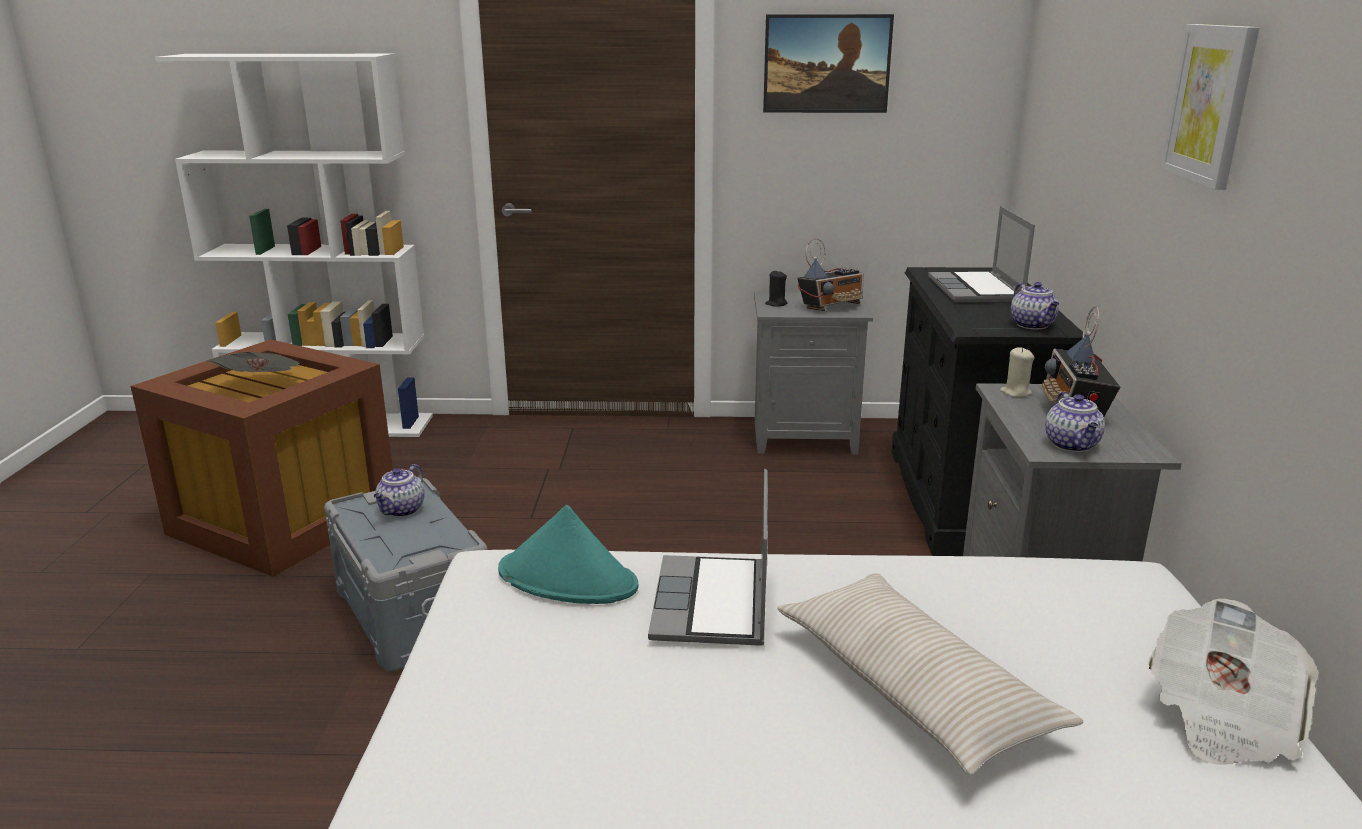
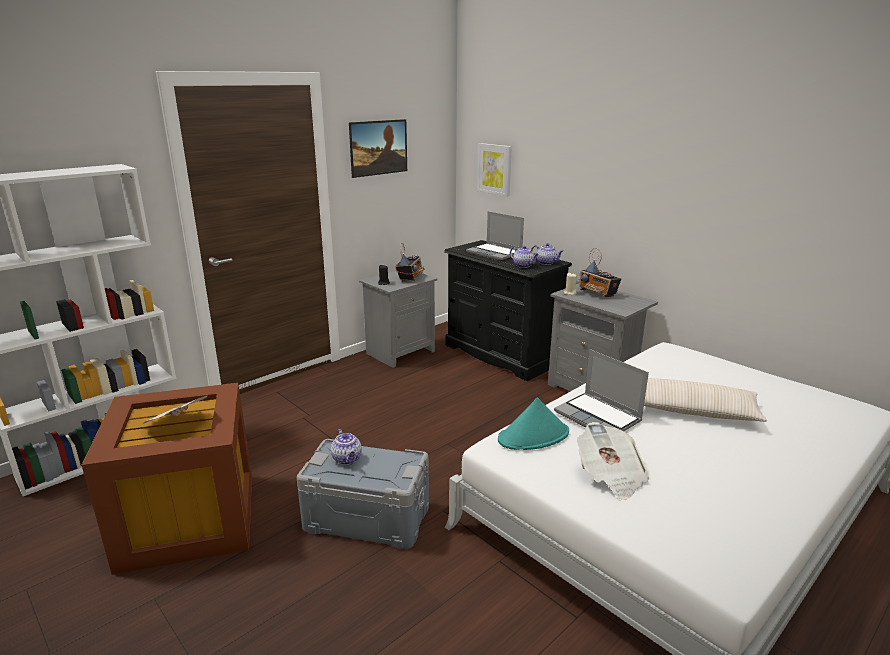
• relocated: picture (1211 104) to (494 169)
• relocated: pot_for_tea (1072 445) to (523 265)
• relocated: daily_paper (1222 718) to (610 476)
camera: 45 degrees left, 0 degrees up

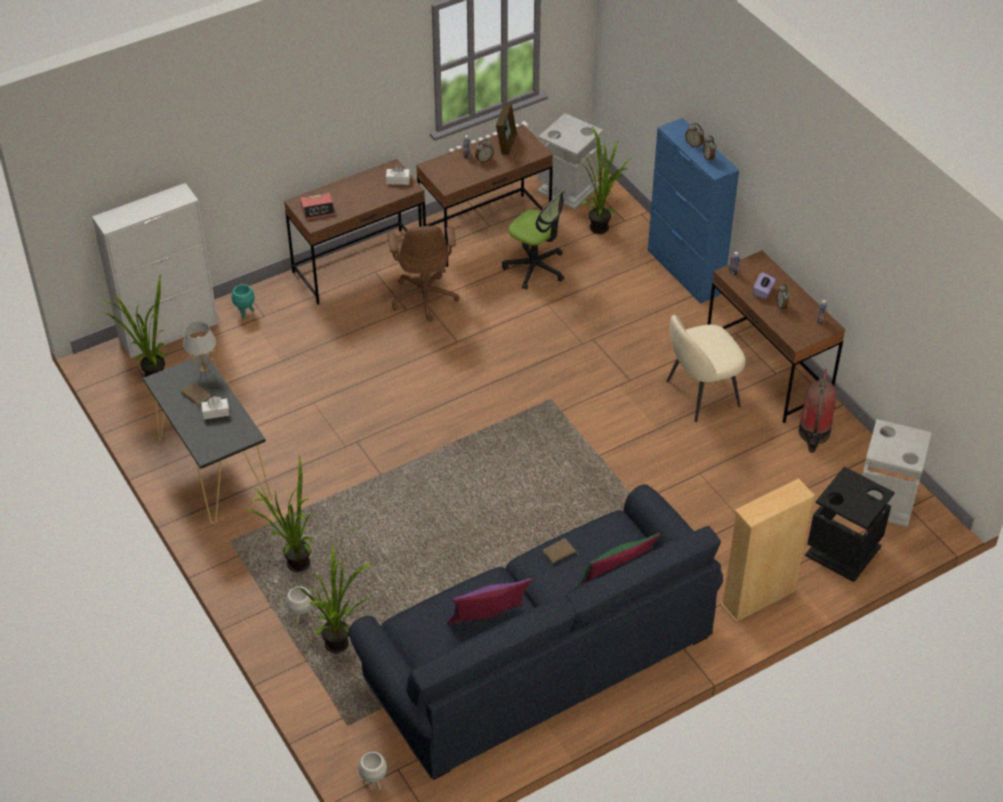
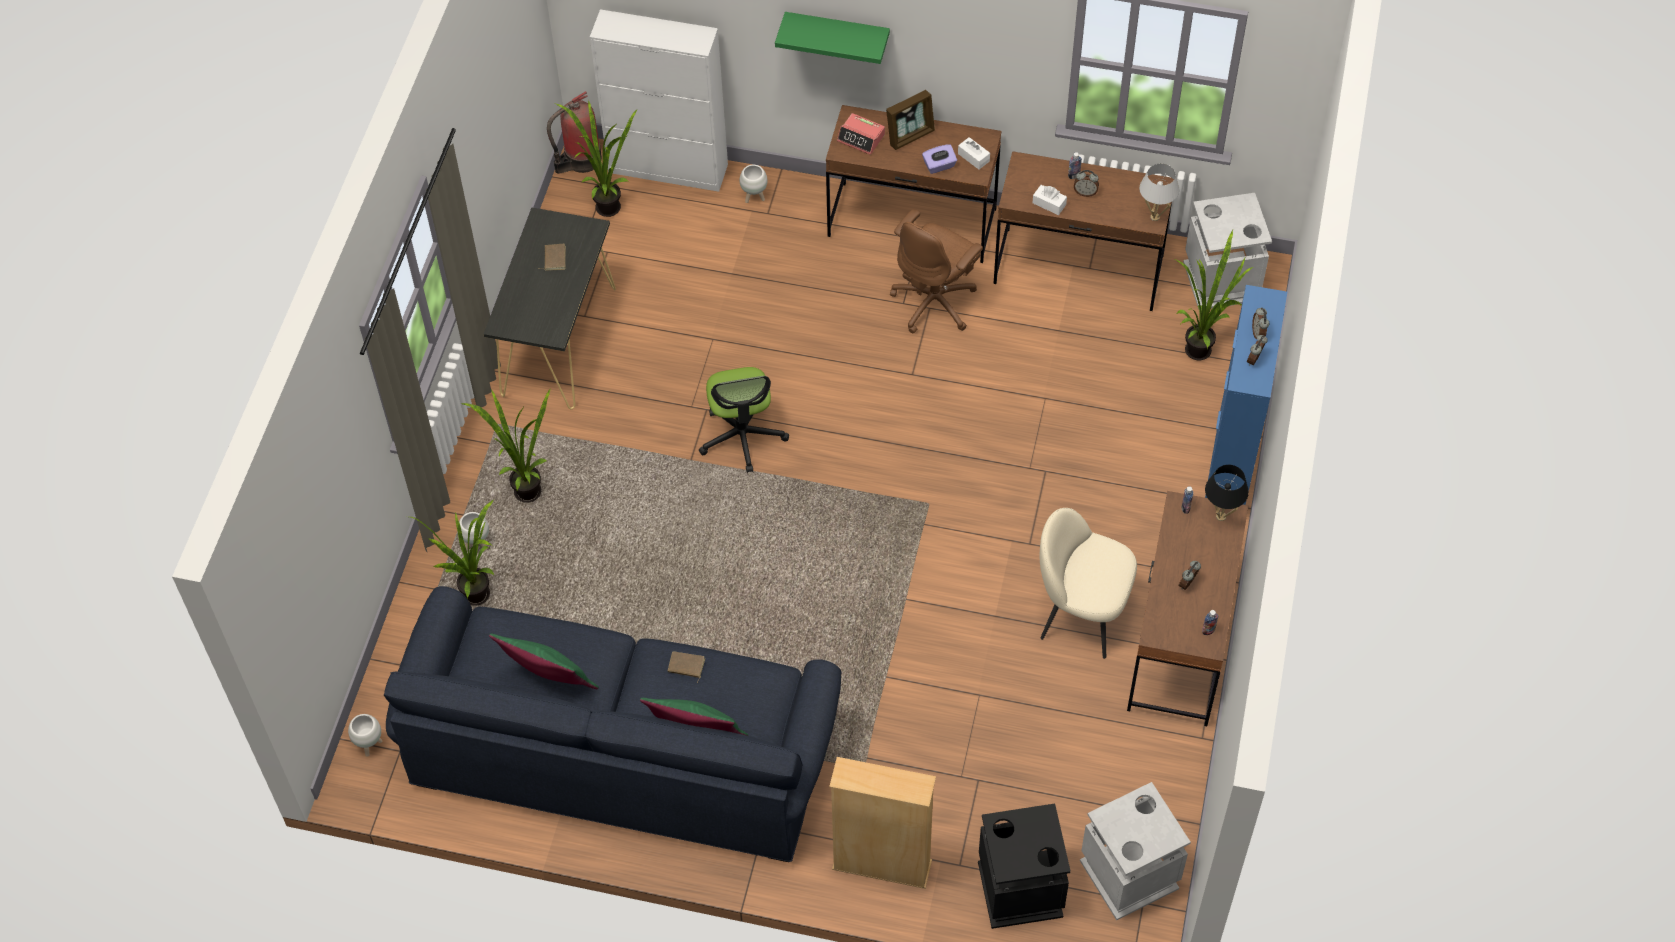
• colour: purple-coloured_throw_pillow (489 624) to green-coloured_throw_pillow (549 683)
• relocated: extinguisher (813 434) to (580 160)
• relocated: office_chair (535 268) to (742 436)
• colour: turquoise_flower_pot (245 312) to whitish_flower_pot (754 197)
• appeared: green-coloured_wall_shelf (837 33)
• relocated: standing_frame (506 143) to (910 136)
• relocated: purple-coloured_box_of_tissues (763 291) to (939 166)
• relocated: whitish_box_of_tissues (216 412) to (1049 204)
• relocated: whitish_tabletop_lamp (204 369) to (1155 217)
• appeared: blackish_tabletop_lamp (1221 516)
camera: 45 degrees right, 10 degrees up

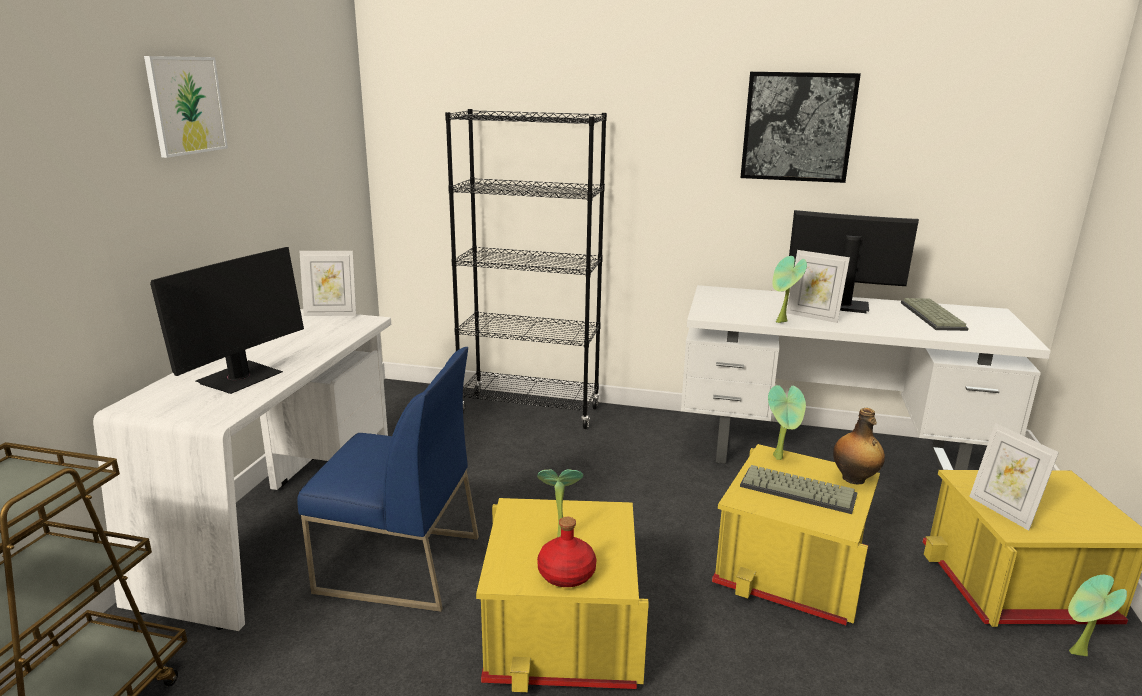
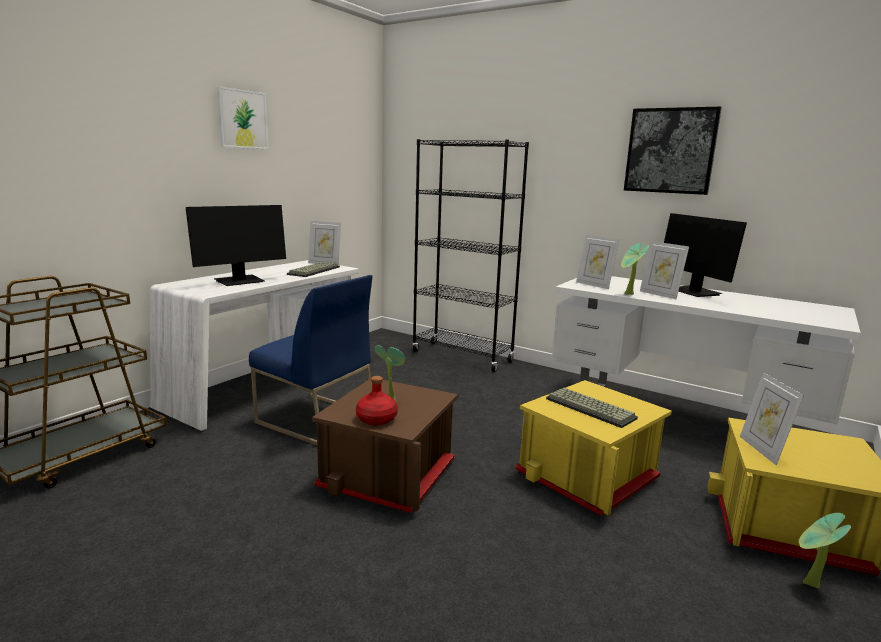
• relocated: computer_keyboard (934 316) to (314 271)
• colour: yellowish_storage_bin (563 631) to brown_storage_bin (390 473)
• appeared: standing_frame (594 285)
• spun: monitor (842 305) = (694 292) 150 degrees counterclockwise
• missing: plant_in_a_pot (780 457)
• missing: beverage_bottle (854 479)
camera: 20 degrees right, 5 degrees down

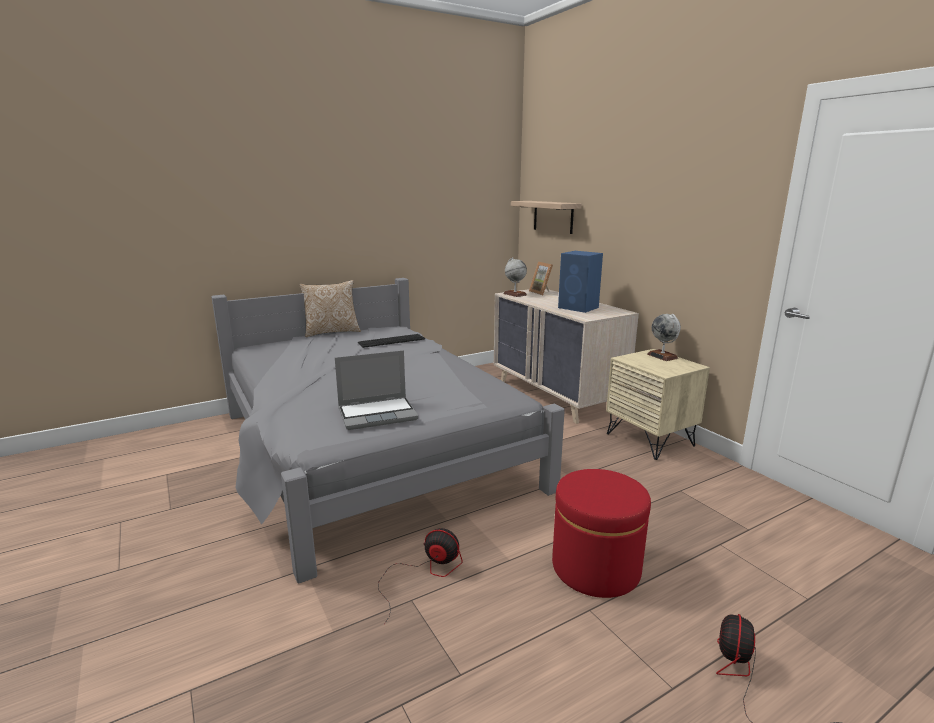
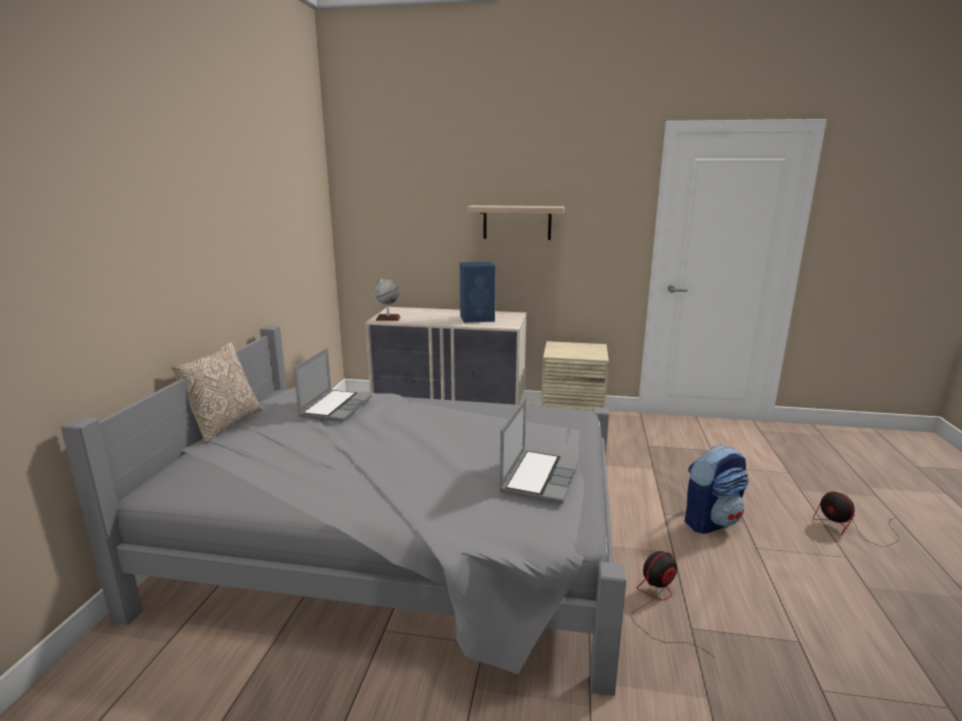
• exchanged: computer_keyboard (391 341) to portable_computer (335 407)
• relocated: wall_shelf (553 216) to (517 222)
• exchanged: reddish_ottoman (595 567) to backpack (711 521)
• missing: standing_frame (542 292)
• missing: globe (662 356)
camera: 50 degrees left, 0 degrees up

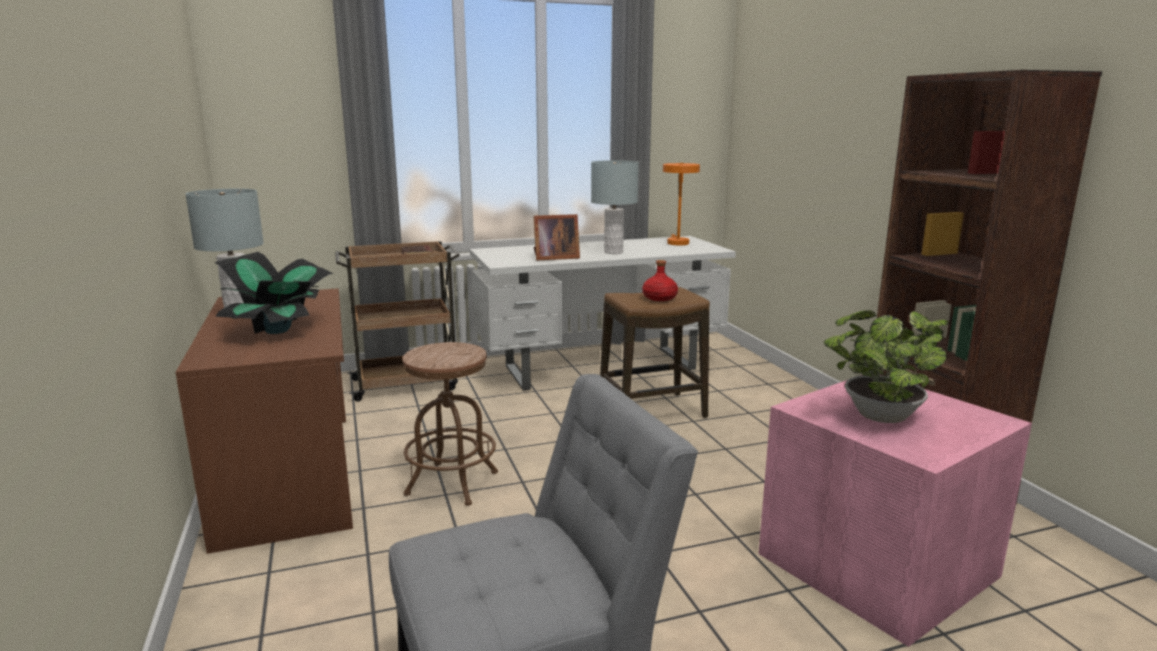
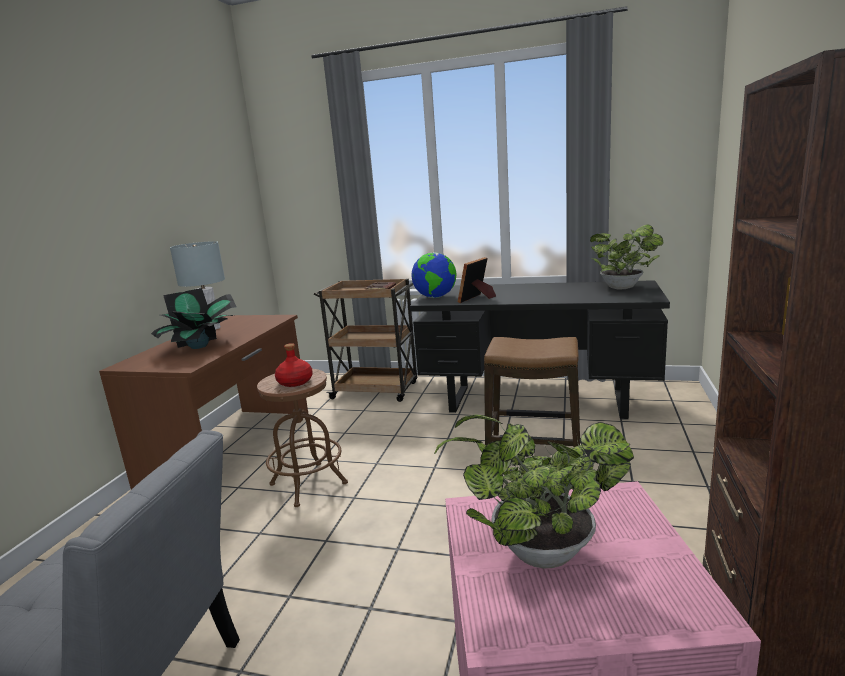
• relocated: reddish_beverage_bottle (660 298) to (295 382)
• colour: whitish_desk_table (600 367) to blackish_desk_table (537 401)
• appeared: globe (435 297)
• spun: standing_frame (554 258) = (477 298) 105 degrees clockwise
• exchanged: orangey_tabletop_lamp (677 242) to plant_in_a_pot (624 288)
• missing: gray_tabletop_lamp (614 252)
camera: 35 degrees right, 0 degrees up

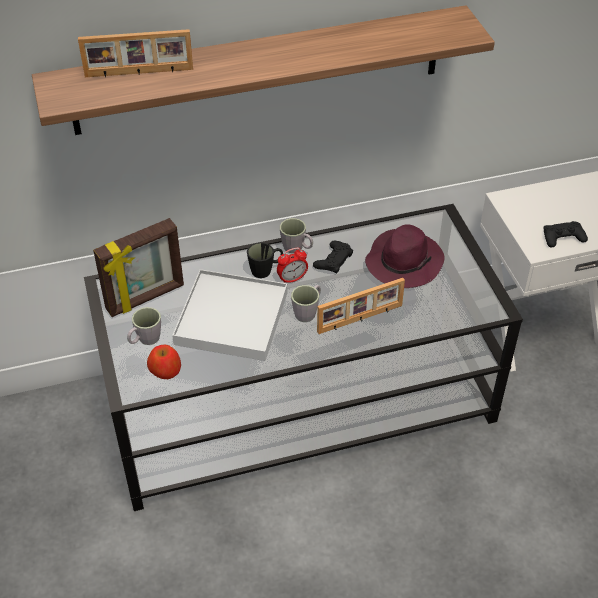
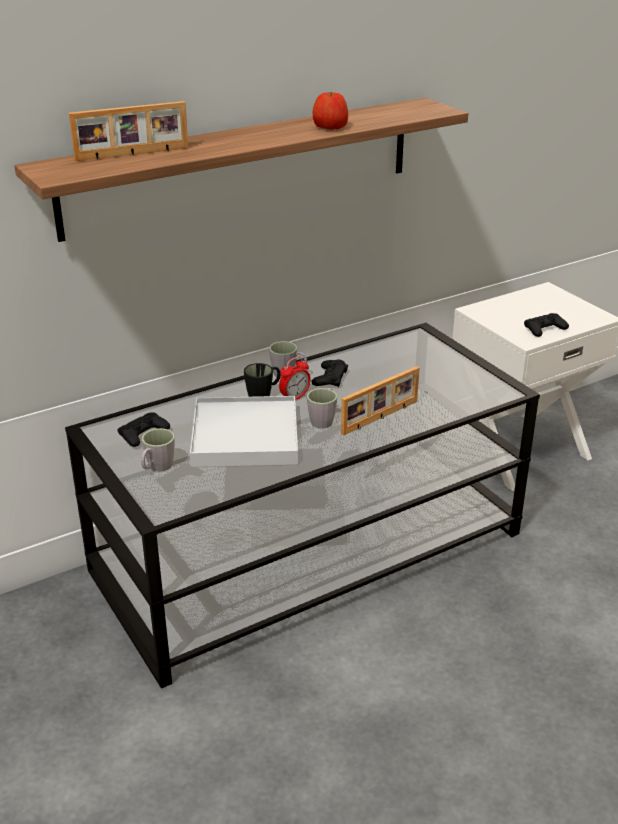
• exchanged: standing_frame (146 298) to blackish_gamepad (143 434)
• relocated: whole_apple (165 370) to (330 127)
• missing: purple-coloured_hat (404 262)
camera: 15 degrees left, 15 degrees down

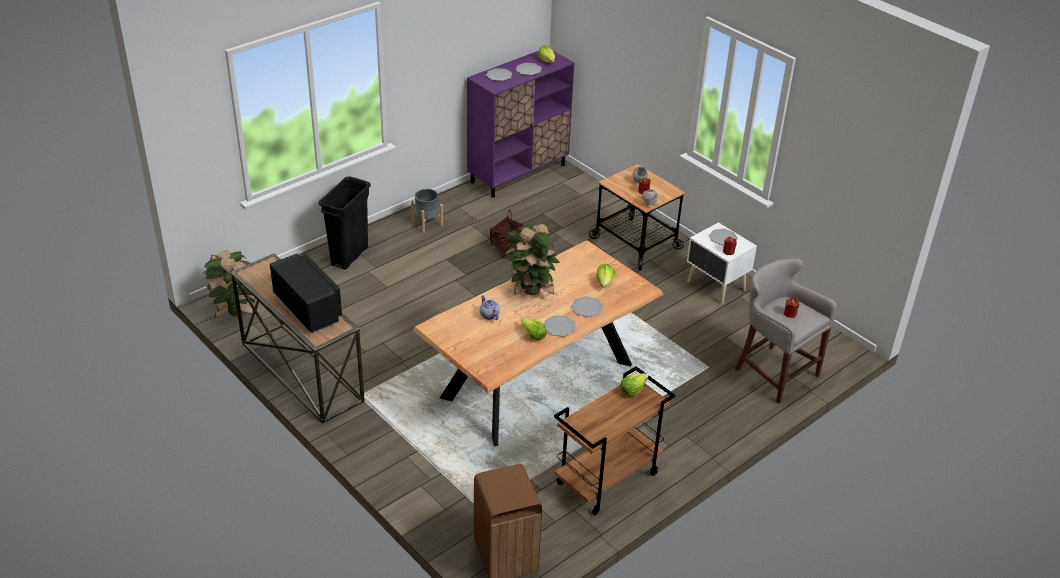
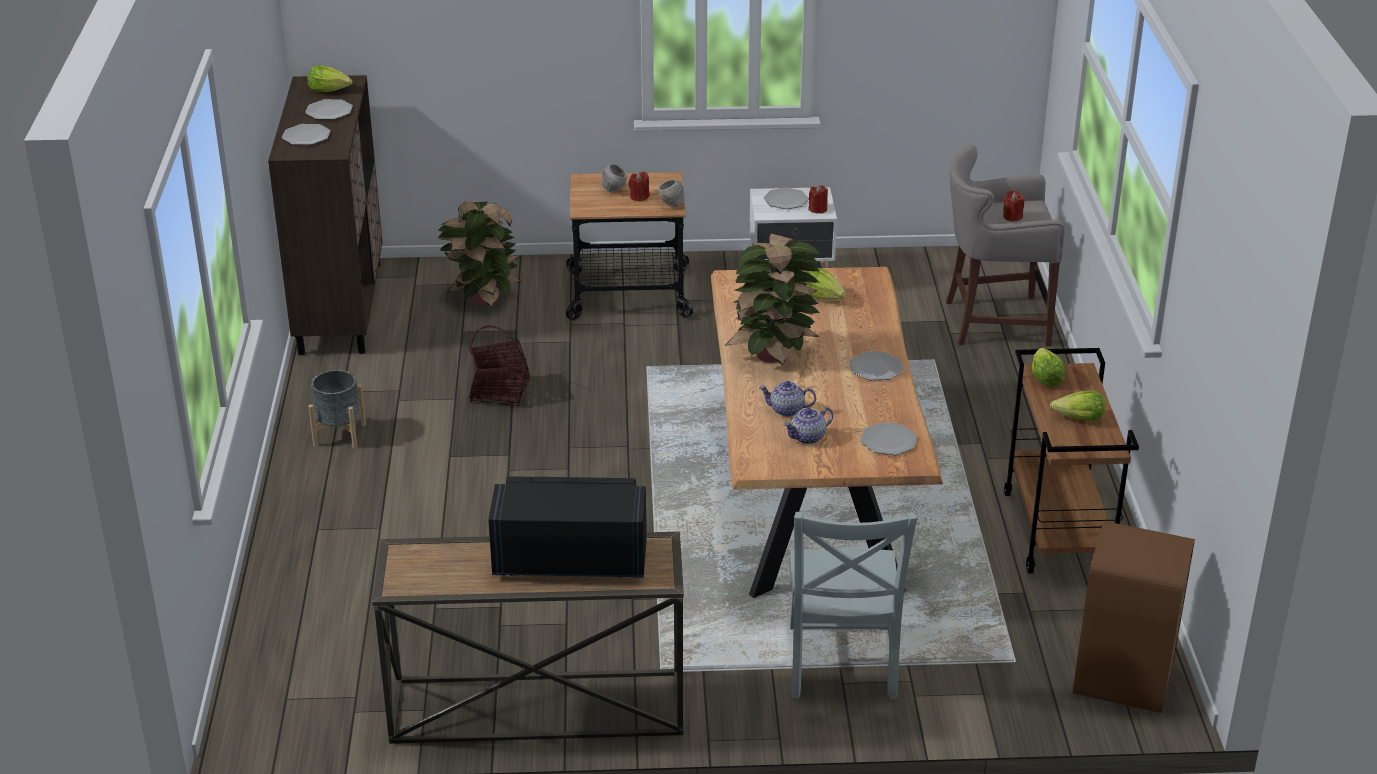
• colour: purple-coloured_storage_cabinet (518 173) to brown_storage_cabinet (340 307)
• relocated: plant_in_a_pot (235 311) to (482 299)
• appeared: pot_for_tea (807 437)
• appeared: gray_upright_chair (840 666)
• relocated: flat_dish (587 307) to (888 441)
• relocated: head_of_lettuce (532 335) to (1079 418)
• missing: blackish_waste_bin (349 256)
camera: 50 degrees left, 5 degrees down

